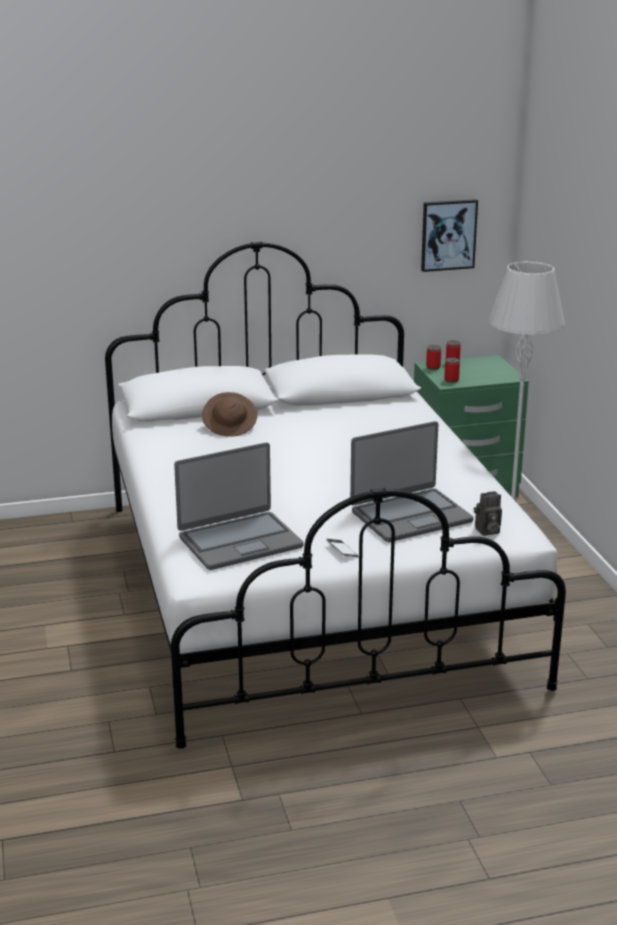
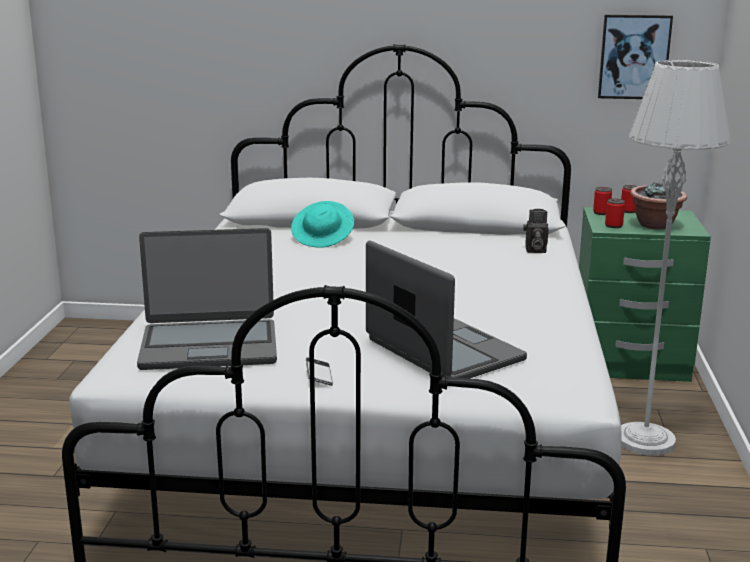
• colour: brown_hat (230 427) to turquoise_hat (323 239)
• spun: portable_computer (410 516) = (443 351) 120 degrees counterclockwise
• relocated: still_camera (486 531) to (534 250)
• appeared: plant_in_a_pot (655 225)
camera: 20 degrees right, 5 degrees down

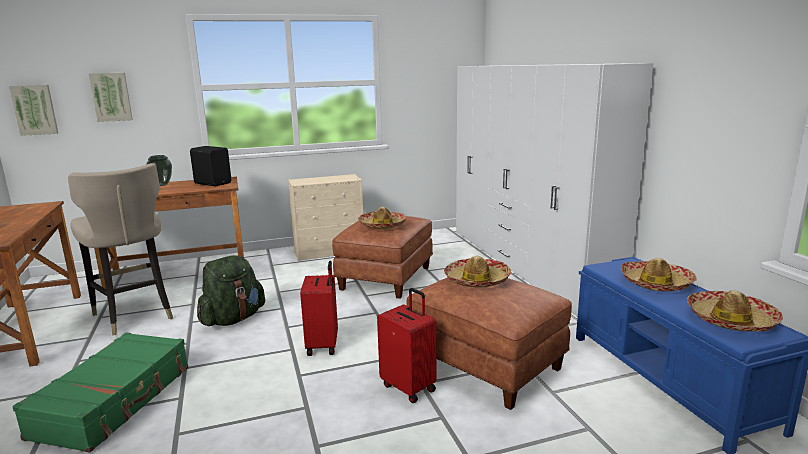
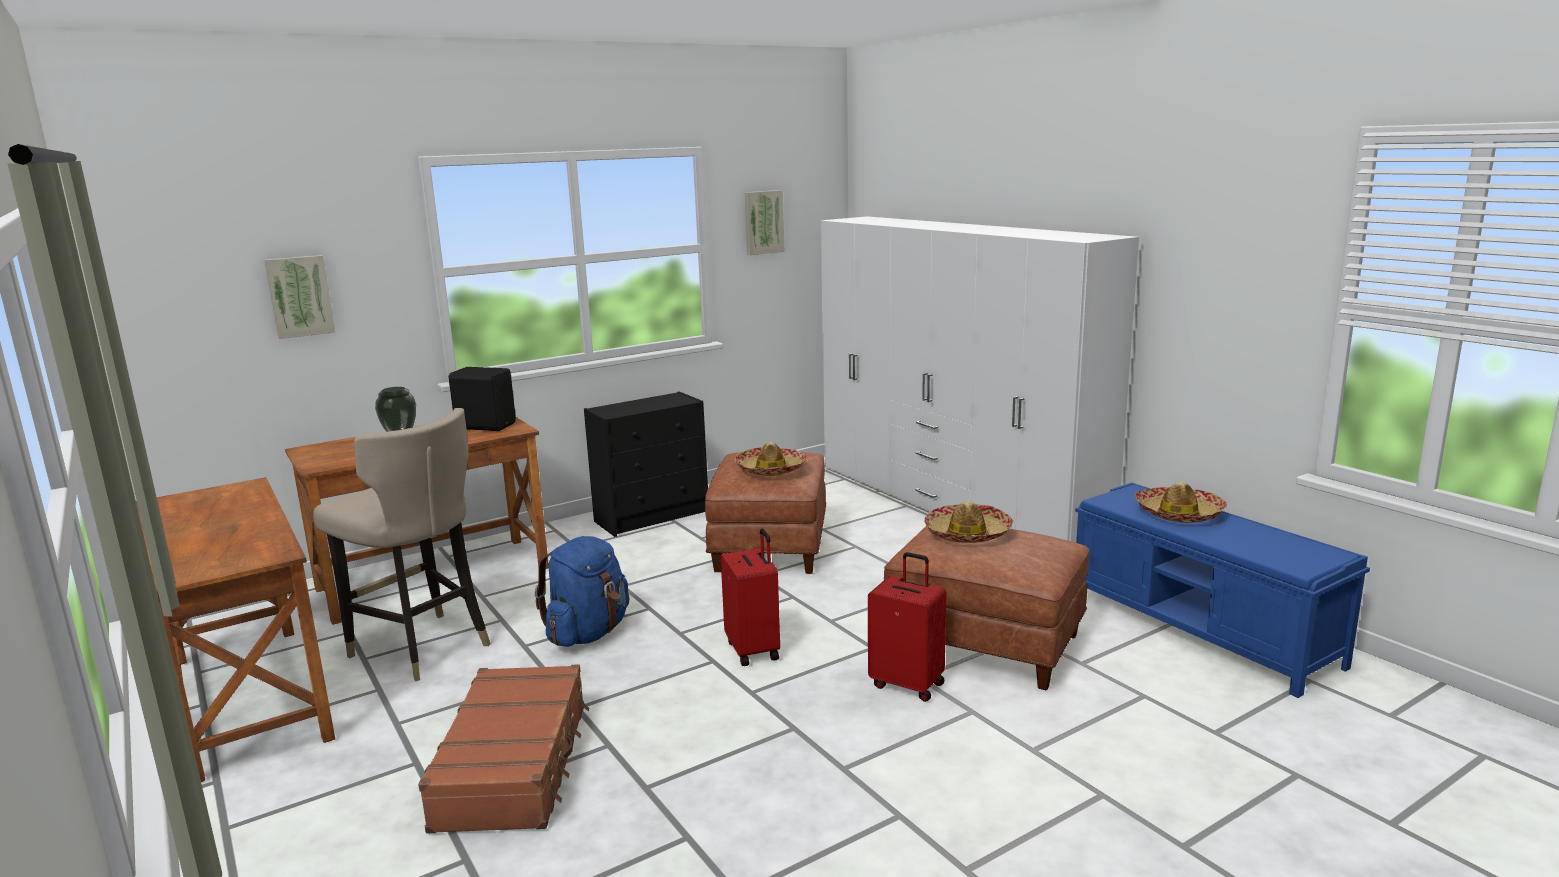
• colour: green-coloured_suitcase (115 401) to brown_suitcase (515 765)
• colour: green-coloured_backpack (233 319) to blue_backpack (588 633)
• colour: beige_drawer_chest (330 252) to blackish_drawer_chest (653 517)
• relocated: picture (35 110) to (763 222)
• missing: hat (730 320)
camera: 15 degrees left, 0 degrees up

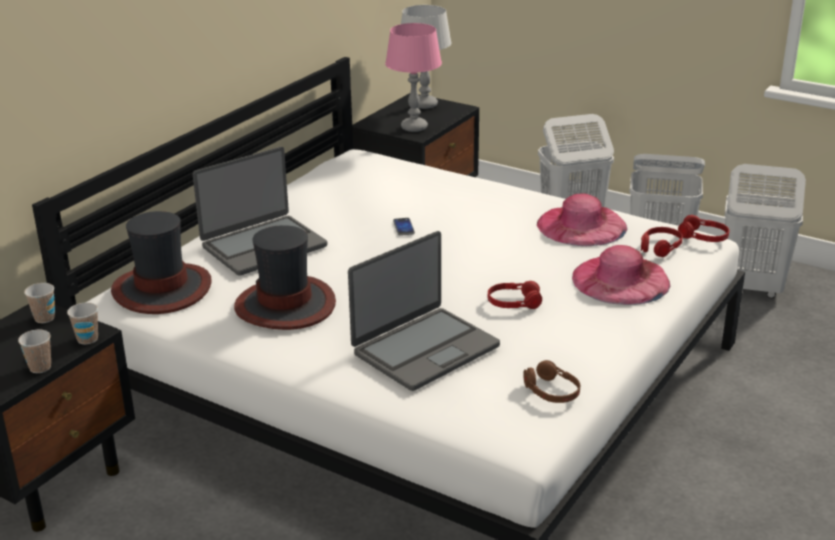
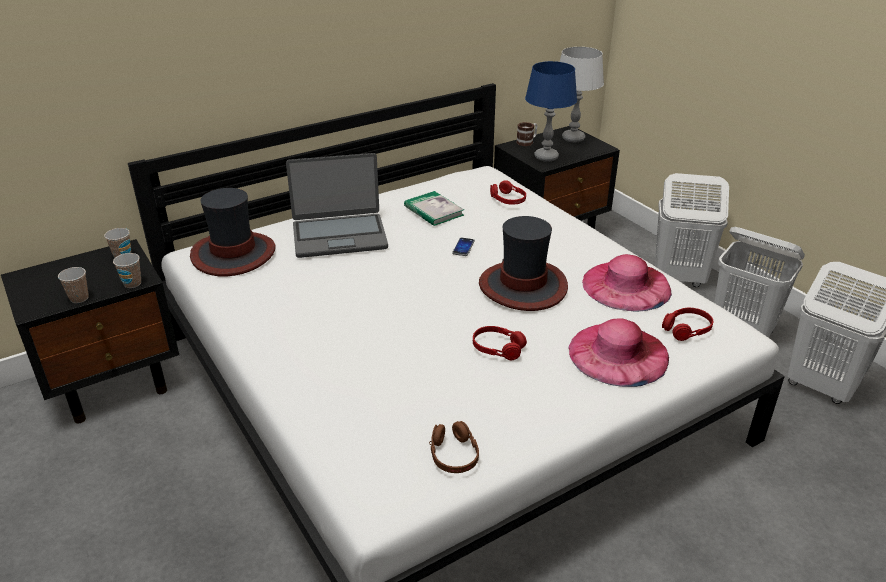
• appeared: book (433 211)
• relocated: hat (285 305) to (523 286)
• relocated: reddish_headphones (703 237) to (507 200)
• appeared: tea_mug (527 142)
• colour: pinkish_tabletop_lamp (414 127) to blue_tabletop_lamp (546 157)
• missing: portable_computer (425 349)
camera: 25 degrees right, 5 degrees up

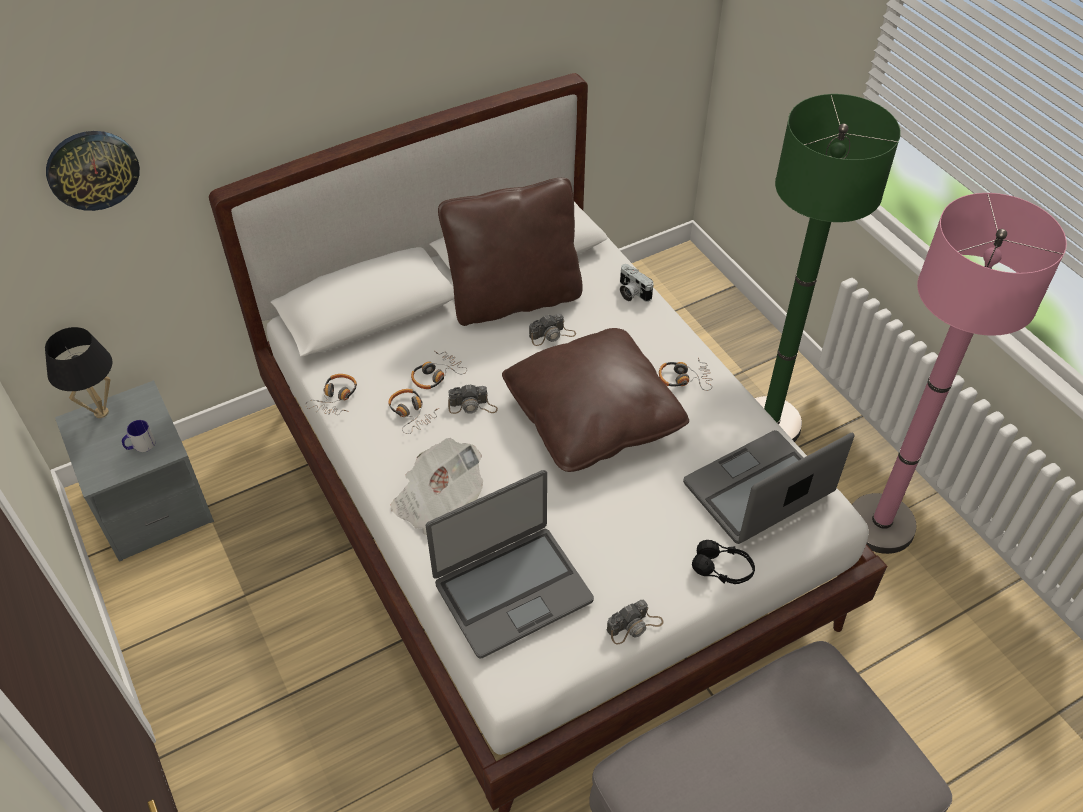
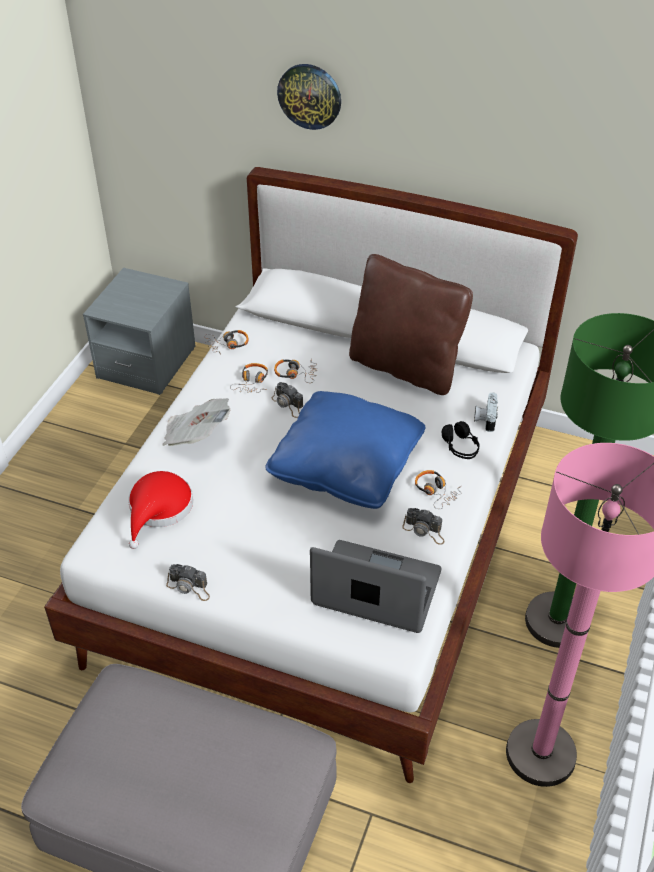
• exchanged: portable_computer (512 590) to reddish_hat (159 509)
• colour: brown_throw_pillow (592 416) to blue_throw_pillow (345 465)
• relocated: clock_on_the_wall (92 169) to (310 96)
• relocated: still_camera (552 335) to (424 531)
• relocated: blackish_headphones (722 569) to (460 447)
• missing: blackish_tabletop_lamp (101 413)
• missing: tea_mug (140 446)
camera: 50 degrees right, 5 degrees down

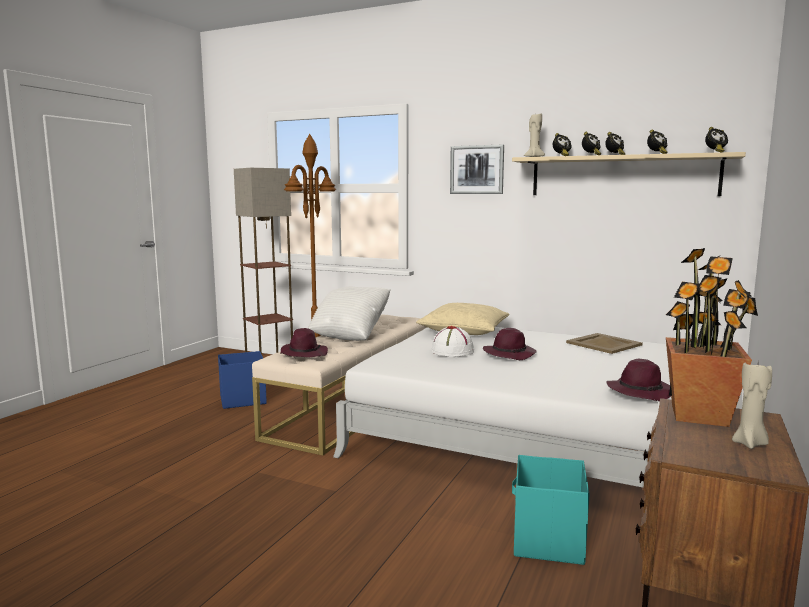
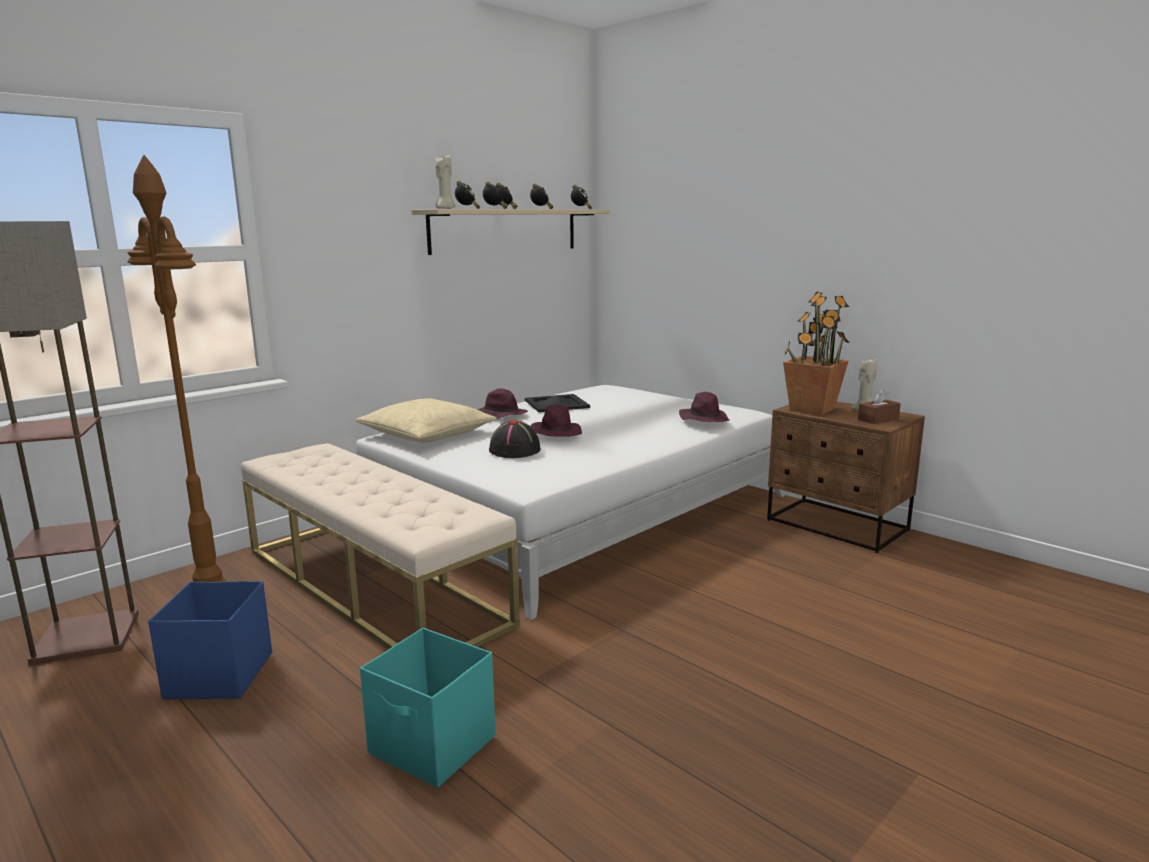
• relocated: turquoise_storage_bin (547 541) to (433 746)
• relocated: purple-coloured_hat (303 354) to (500 415)
• colour: whitish_hat (453 351) to blackish_hat (515 450)
• colour: beige_serving_tray (604 344) to blackish_serving_tray (557 403)
• appeared: brown_box_of_tissues (878 419)
• missing: whitish_throw_pillow (350 335)
• missing: picture (477 169)
camera: 70 degrees left, 5 degrees up

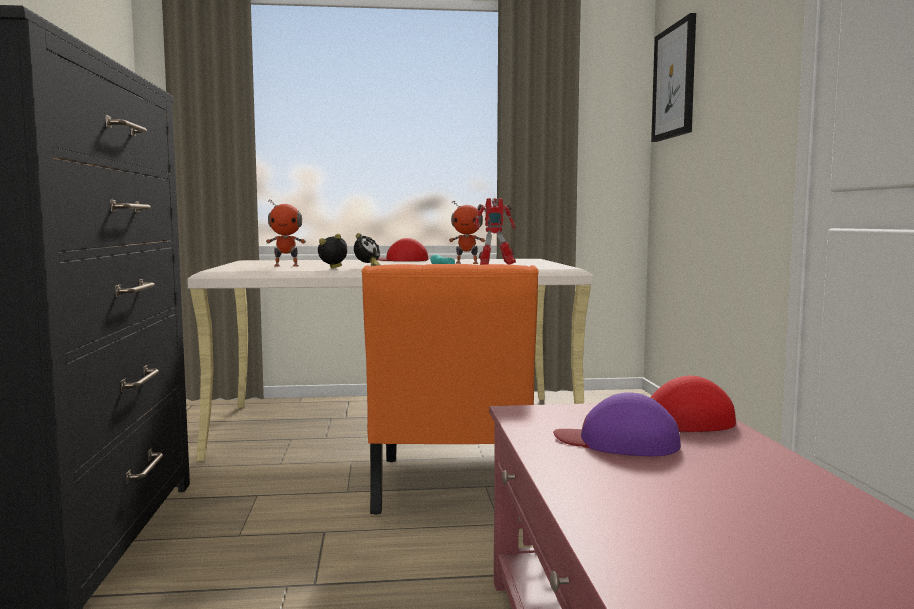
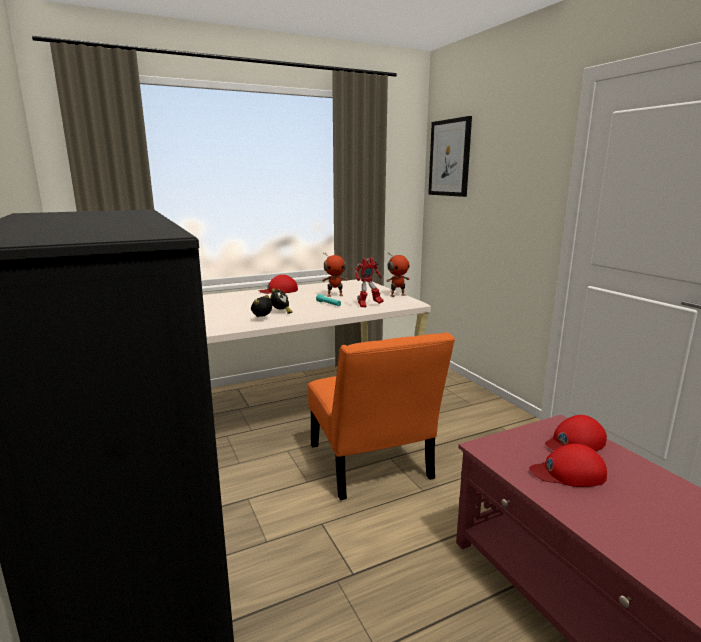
• relocated: model_robot (286 266) to (397 295)
• colour: purple-coloured_baseball_cap (618 442) to reddish_baseball_cap (568 473)
camera: 20 degrees left, 10 degrees up

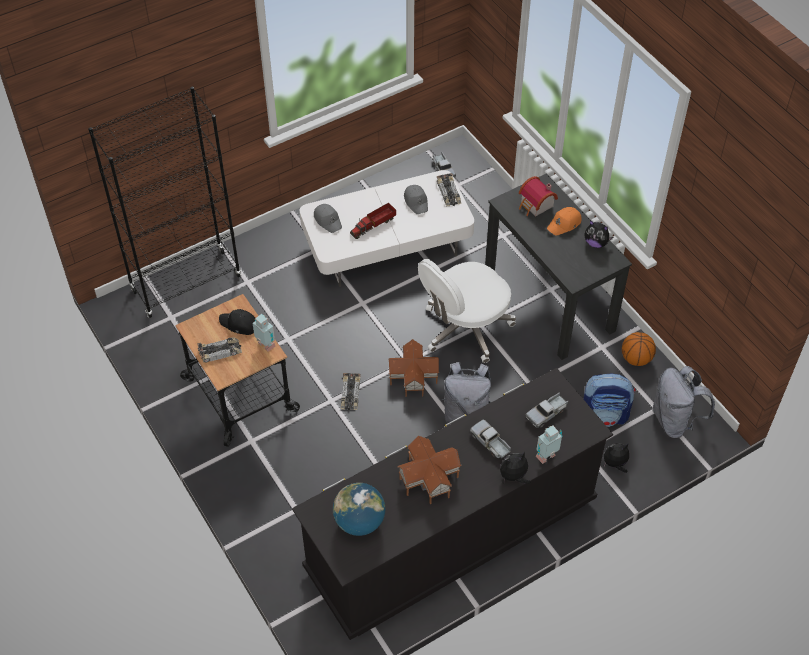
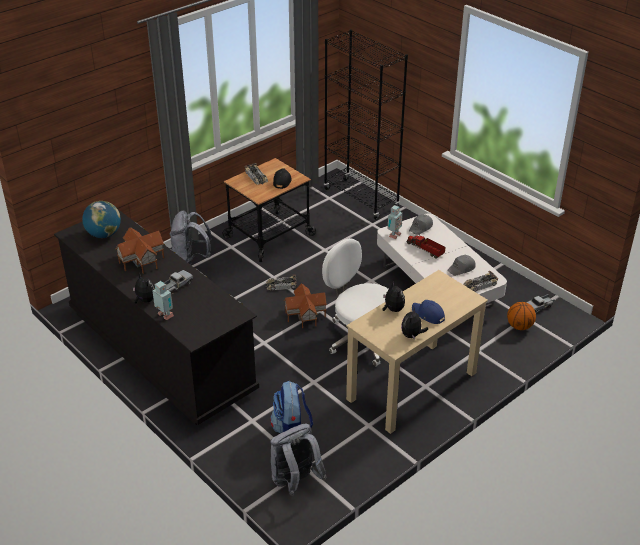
• relocated: gray_backpack (466 413) to (191 260)
• colour: blackish_desk_table (549 300) to beige_desk_table (411 386)
• relocated: soft_toy (615 464) to (392 309)
• relocated: model_robot (266 346) to (393 235)
• colour: orangey_baseball_cap (564 224) to blue_baseball_cap (428 315)
• relocated: basketball (636 359) to (519 326)
• missing: toy_house (536 206)
• missing: toy_lorry (547 413)
camera: 80 degrees right, 15 degrees down

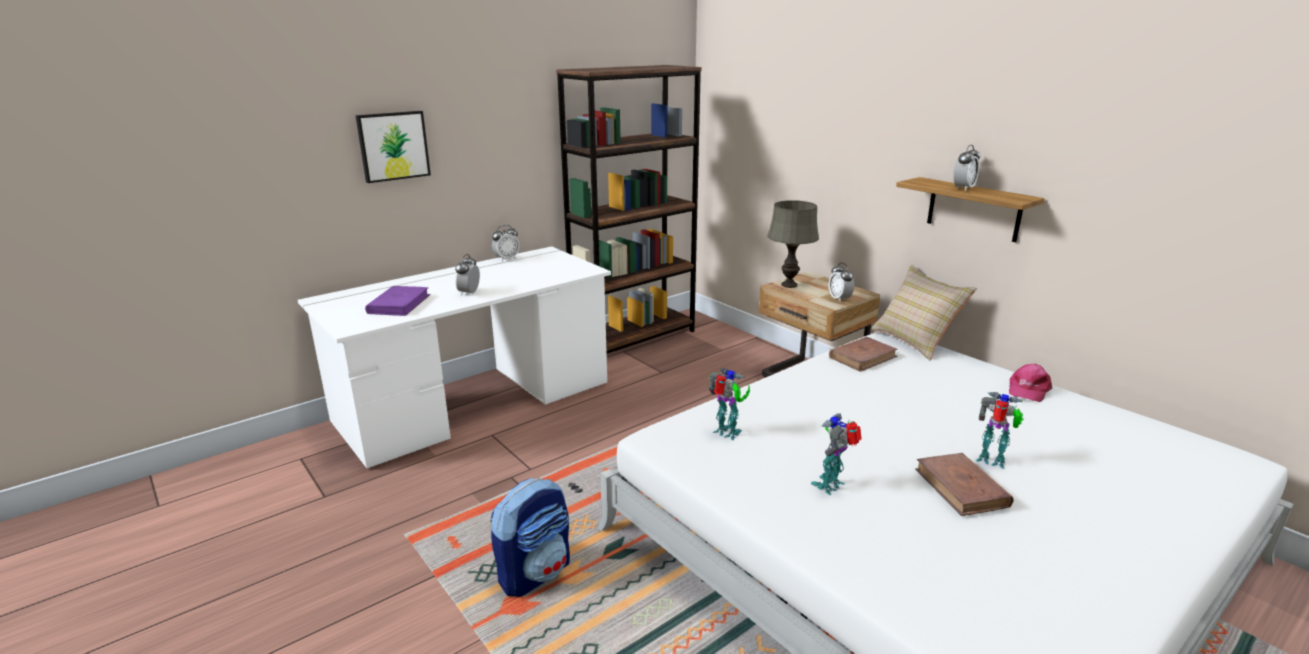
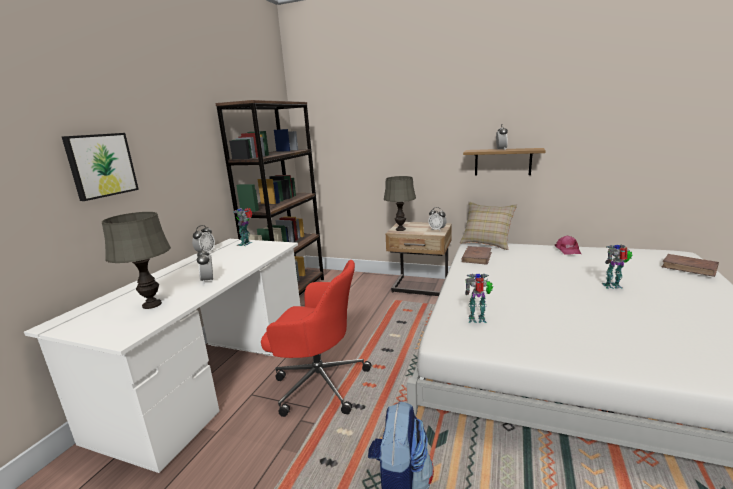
• exchanged: purple-coloured_book (399 304) to gray_tabletop_lamp (151 305)
• relocated: model_robot (831 485) to (246 243)
• appeared: reddish_office_chair (318 382)
• relocated: brown_book (961 488) to (689 267)
camera: 30 degrees left, 5 degrees down

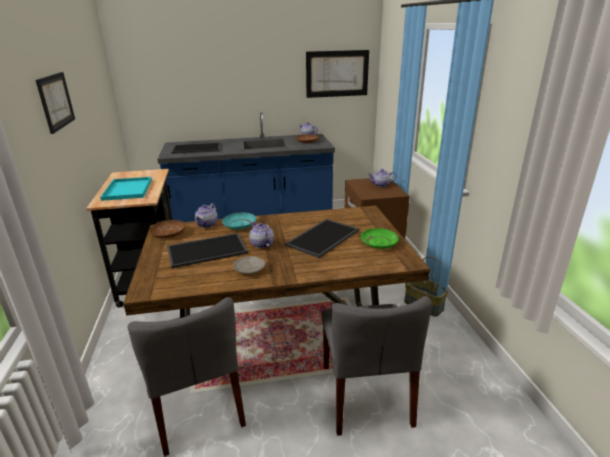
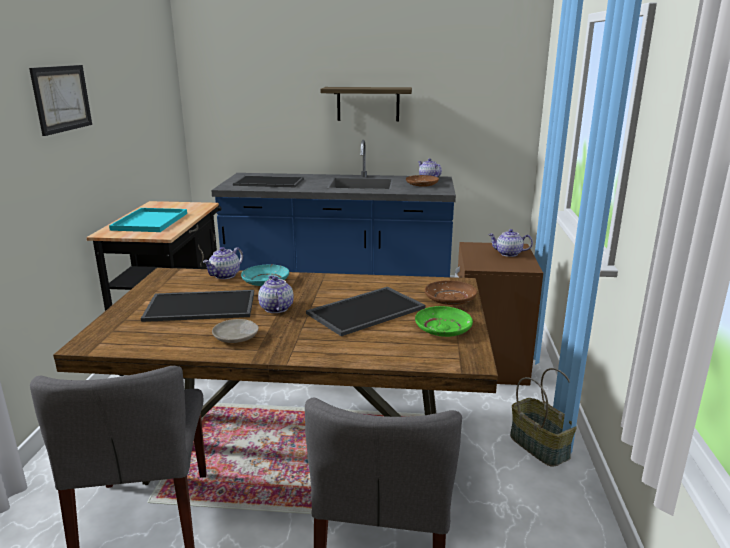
• appeared: wall_shelf (368 104)
• relocated: brown_flat_dish (168 233) to (450 299)
• missing: picture (337 74)
camera: 15 degrees right, 5 degrees down

